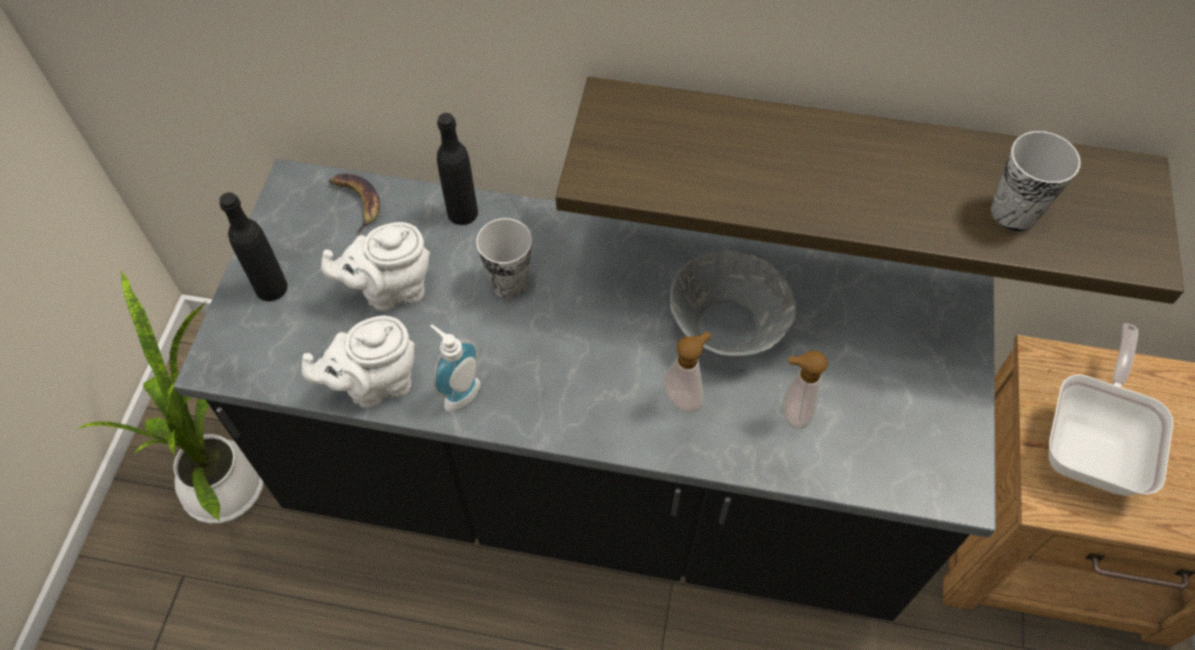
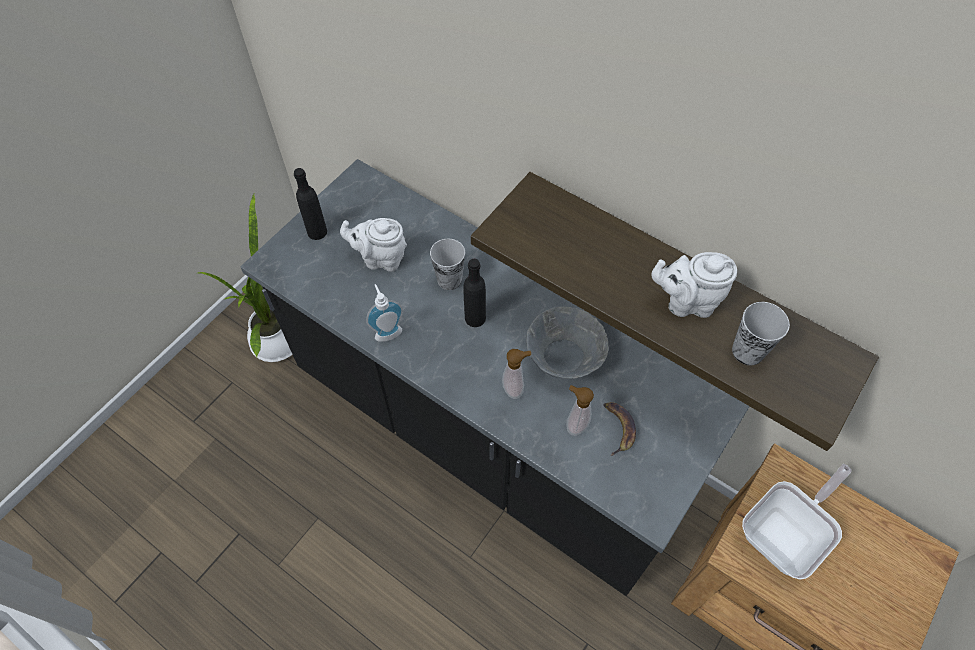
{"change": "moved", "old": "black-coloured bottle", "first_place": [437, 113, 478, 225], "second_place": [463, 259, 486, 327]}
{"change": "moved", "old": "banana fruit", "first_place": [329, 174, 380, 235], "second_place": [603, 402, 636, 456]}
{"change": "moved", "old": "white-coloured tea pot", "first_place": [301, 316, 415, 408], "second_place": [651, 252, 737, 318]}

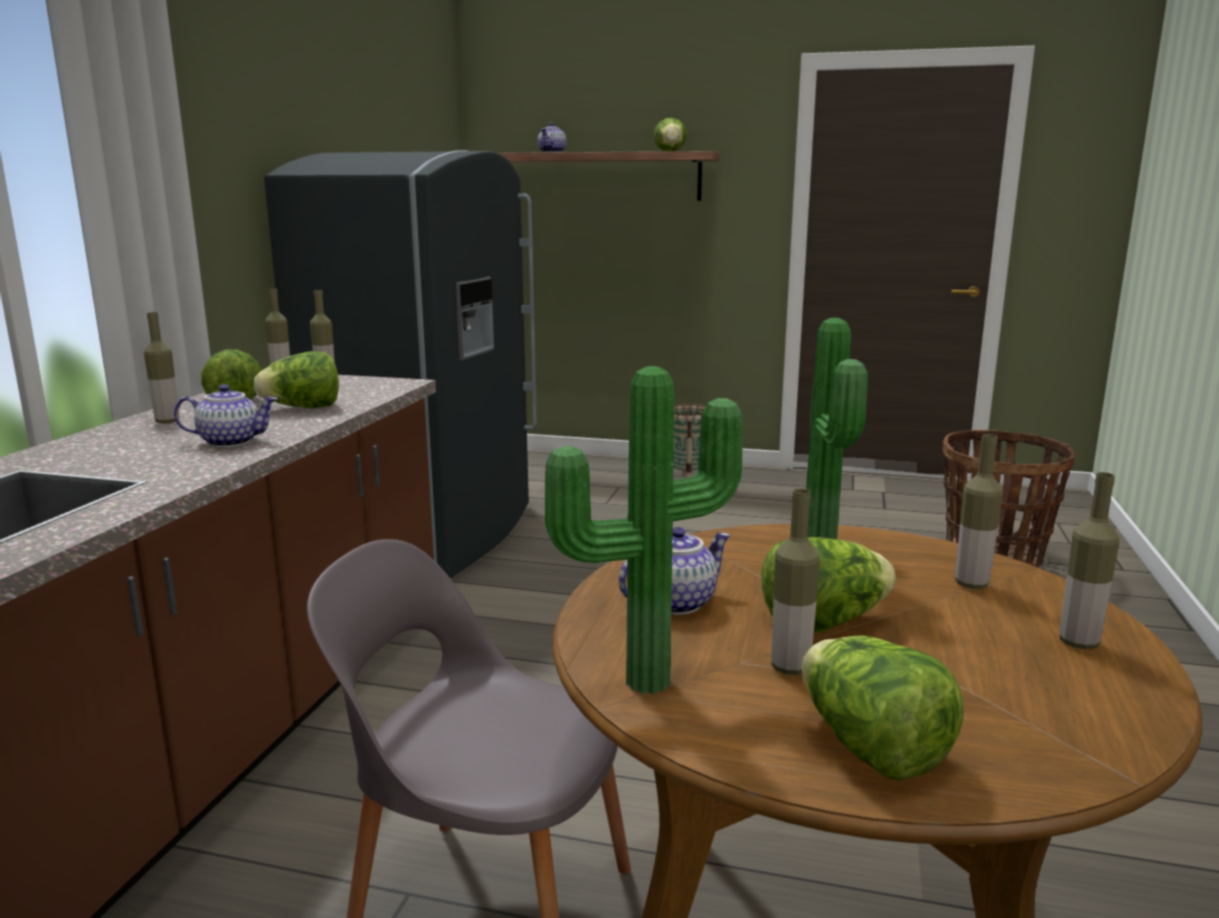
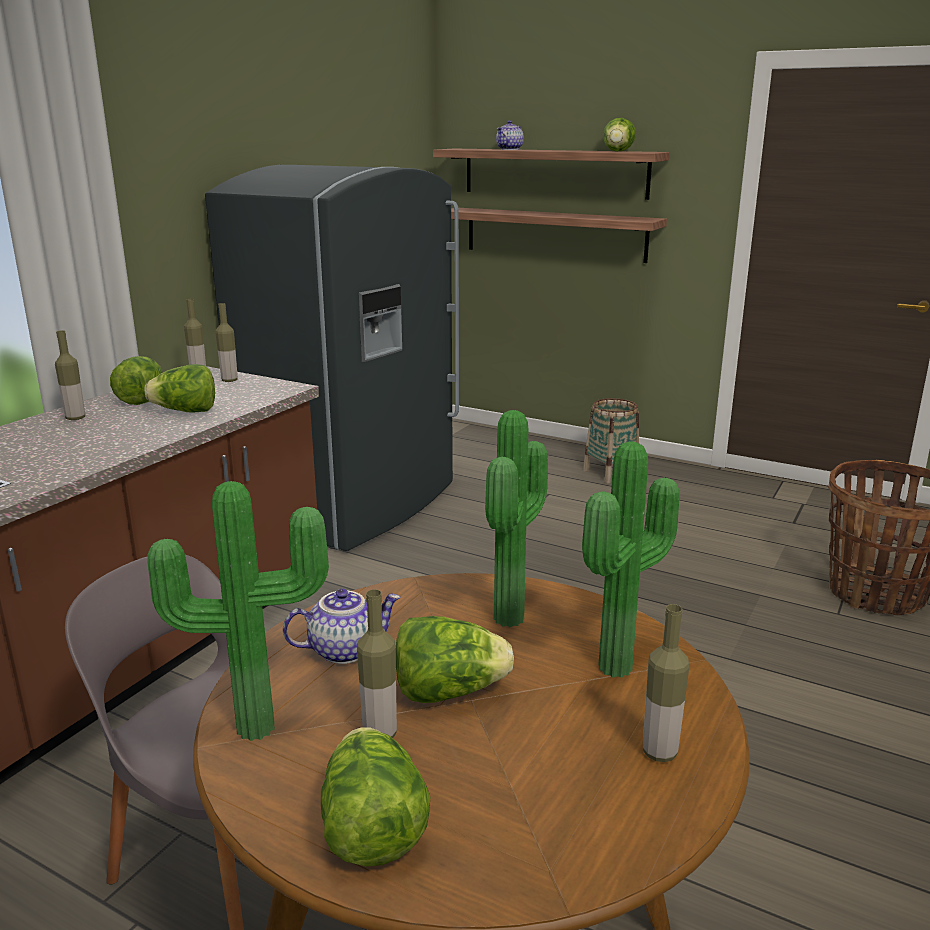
{"change": "removed", "old": "tea pot", "first_place": [174, 384, 278, 447]}
{"change": "replaced", "old": "bottle", "new": "plant in a pot", "first_place": [955, 434, 1003, 589], "second_place": [582, 441, 680, 678]}
{"change": "added", "new": "wall shelf", "second_place": [451, 208, 667, 263]}

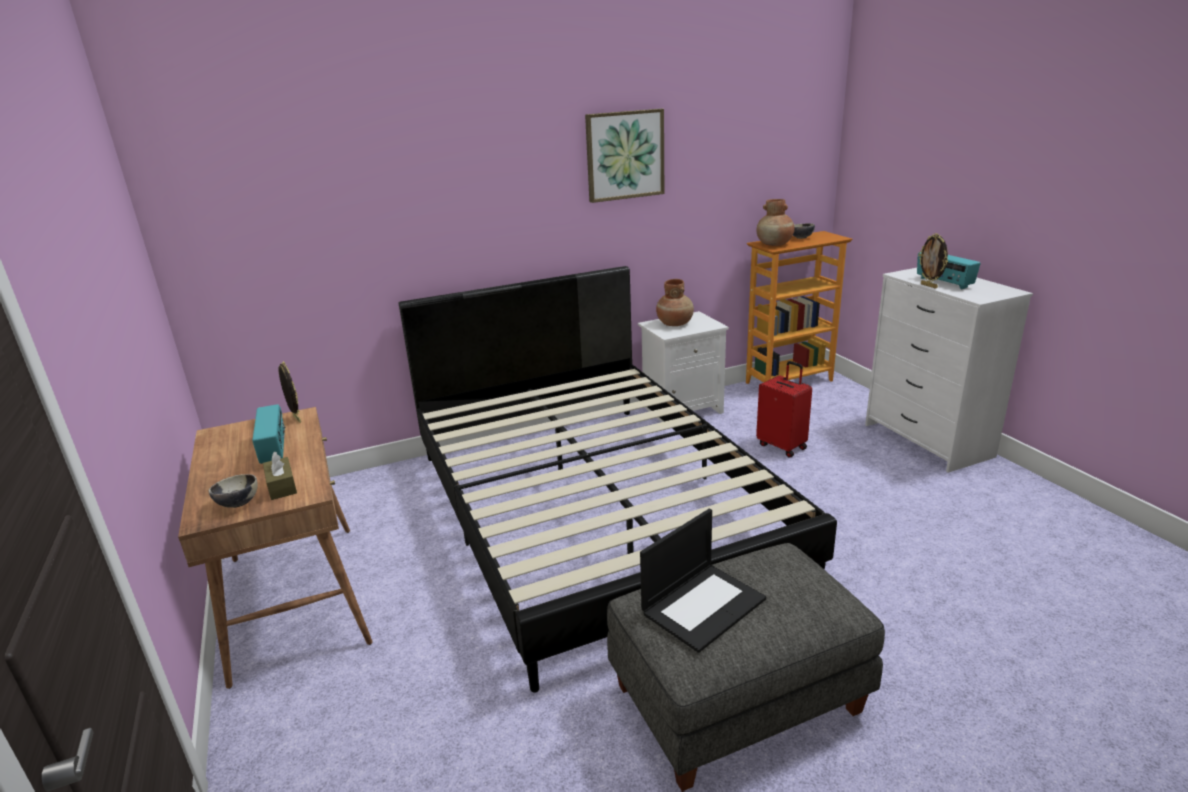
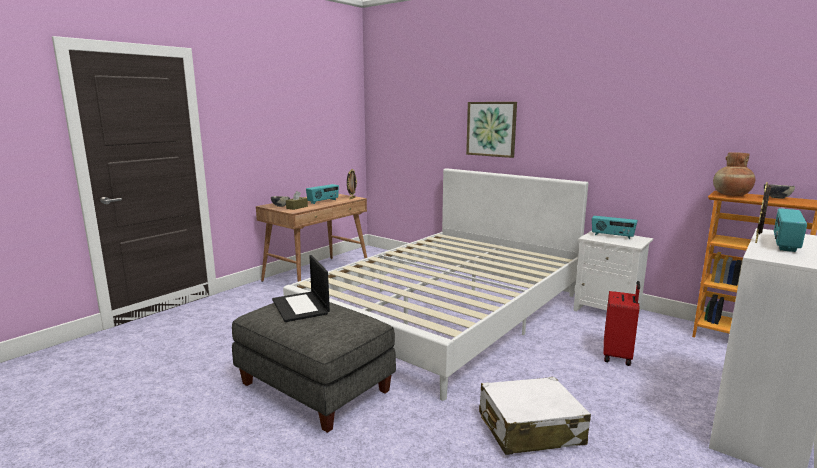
{"change": "moved", "old": "wall art", "first_place": [585, 108, 664, 203], "second_place": [466, 102, 517, 158]}
{"change": "recoloured", "old": "black-coloured bedroom bed", "new": "white-coloured bedroom bed", "first_place": [399, 266, 837, 693], "second_place": [283, 168, 588, 401]}
{"change": "replaced", "old": "brown-coloured flower vase", "new": "radio", "first_place": [656, 279, 694, 326], "second_place": [592, 216, 638, 239]}
{"change": "turned", "old": "notebook computer", "first_place": [640, 509, 766, 653], "second_place": [272, 255, 330, 322], "degrees": 45}
{"change": "added", "new": "white-coloured suitcase", "second_place": [479, 377, 591, 455]}

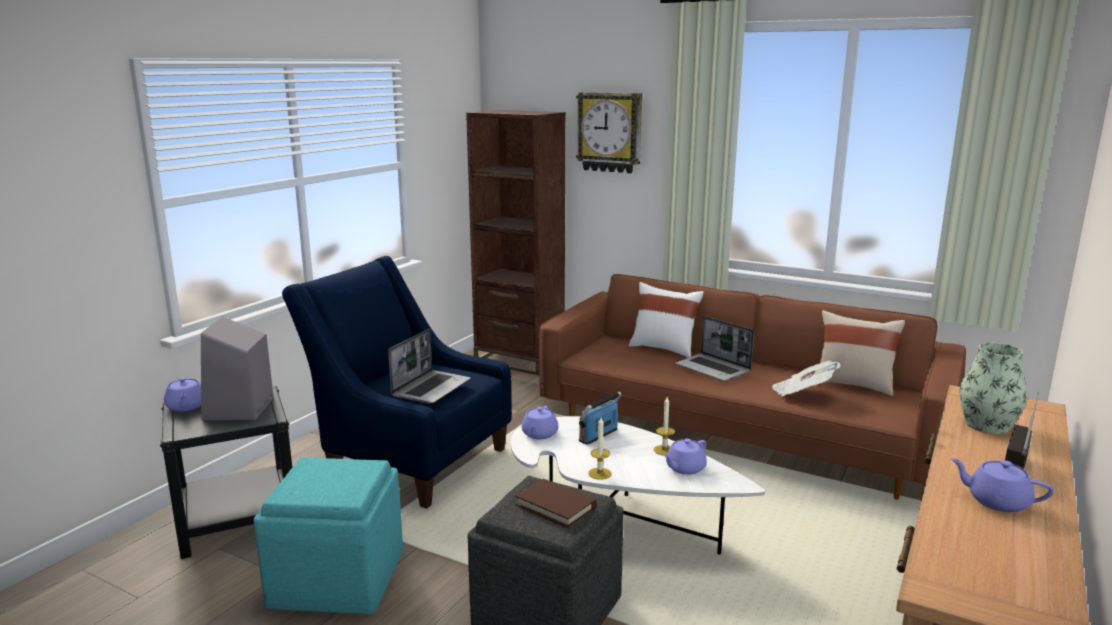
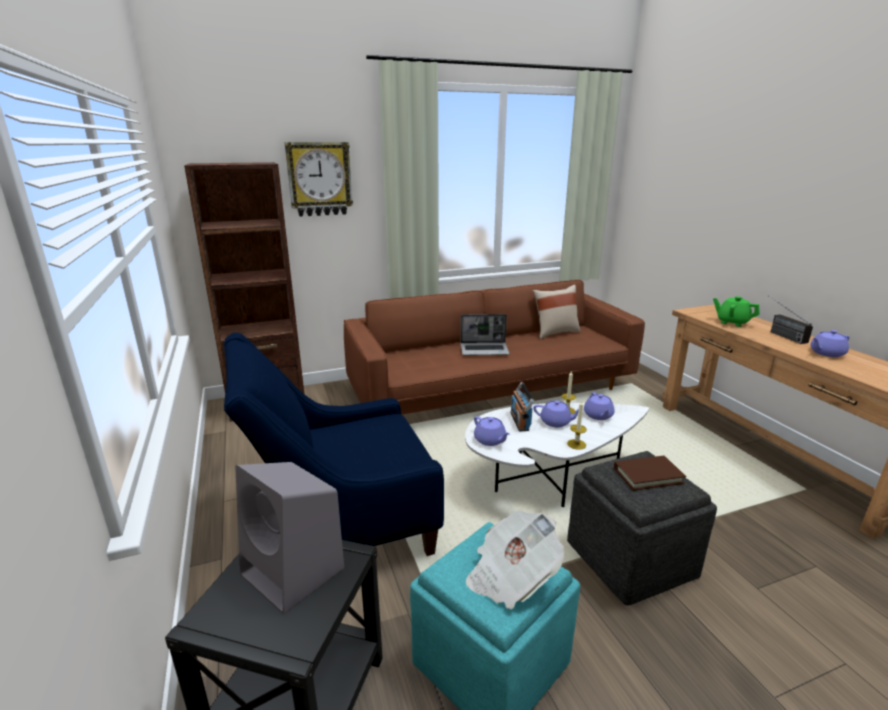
{"change": "removed", "old": "white-coloured cushion", "first_place": [629, 282, 704, 358]}
{"change": "removed", "old": "notebook computer", "first_place": [388, 329, 471, 404]}
{"change": "replaced", "old": "flower vase", "new": "green tea pot", "first_place": [959, 342, 1028, 434], "second_place": [713, 296, 760, 327]}
{"change": "moved", "old": "printed paper", "first_place": [772, 361, 841, 396], "second_place": [466, 510, 564, 609]}
{"change": "moved", "old": "purplish tea pot", "first_place": [164, 377, 201, 411], "second_place": [533, 400, 584, 427]}

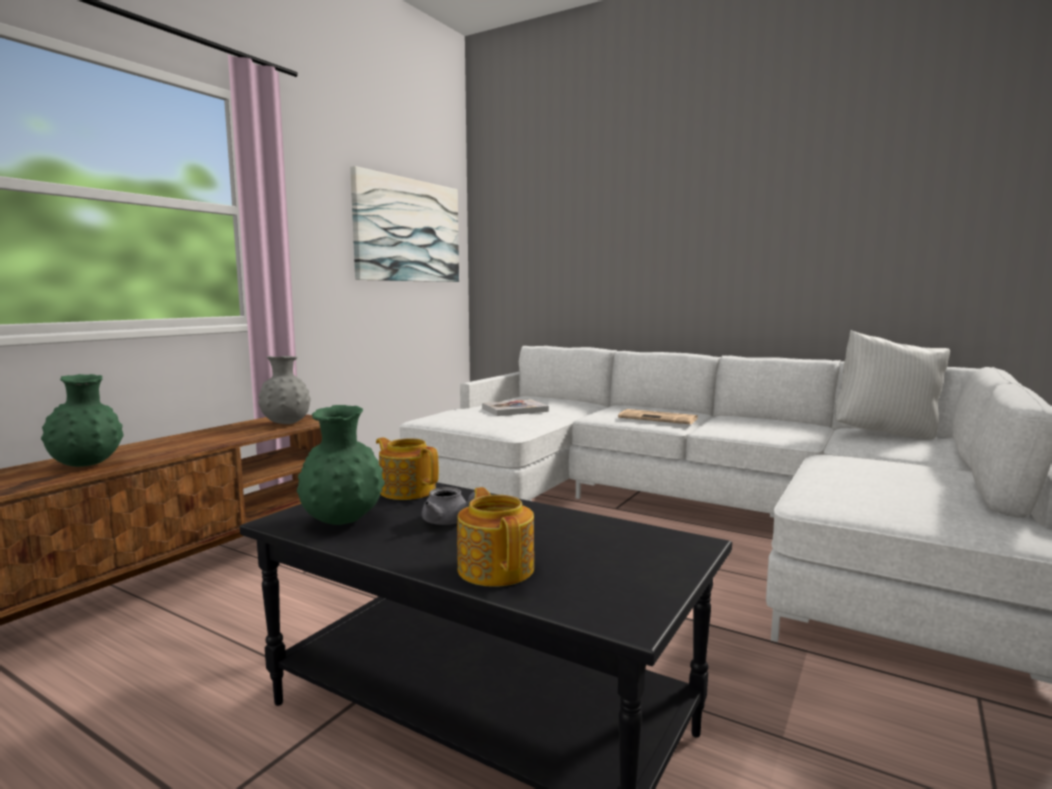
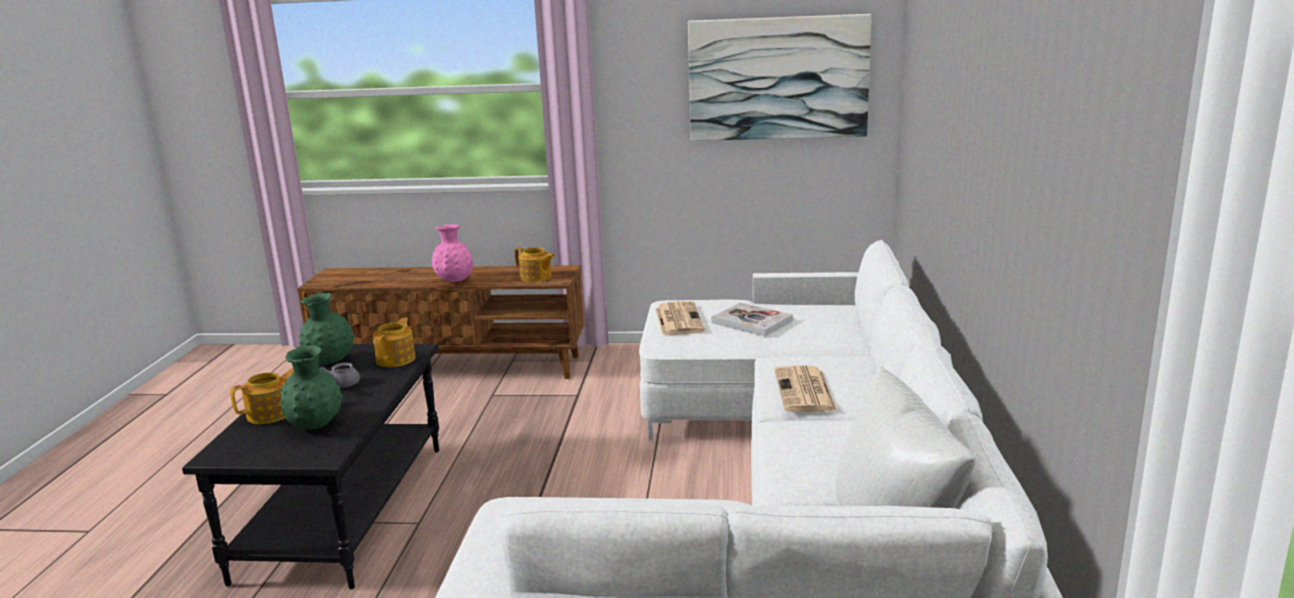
{"change": "replaced", "old": "grey flower vase", "new": "tea pot", "first_place": [258, 356, 311, 424], "second_place": [515, 247, 555, 282]}
{"change": "moved", "old": "green flower vase", "first_place": [41, 374, 124, 467], "second_place": [280, 345, 343, 429]}
{"change": "added", "new": "pinkish flower vase", "second_place": [431, 224, 473, 282]}
{"change": "added", "new": "printed paper", "second_place": [655, 301, 705, 335]}

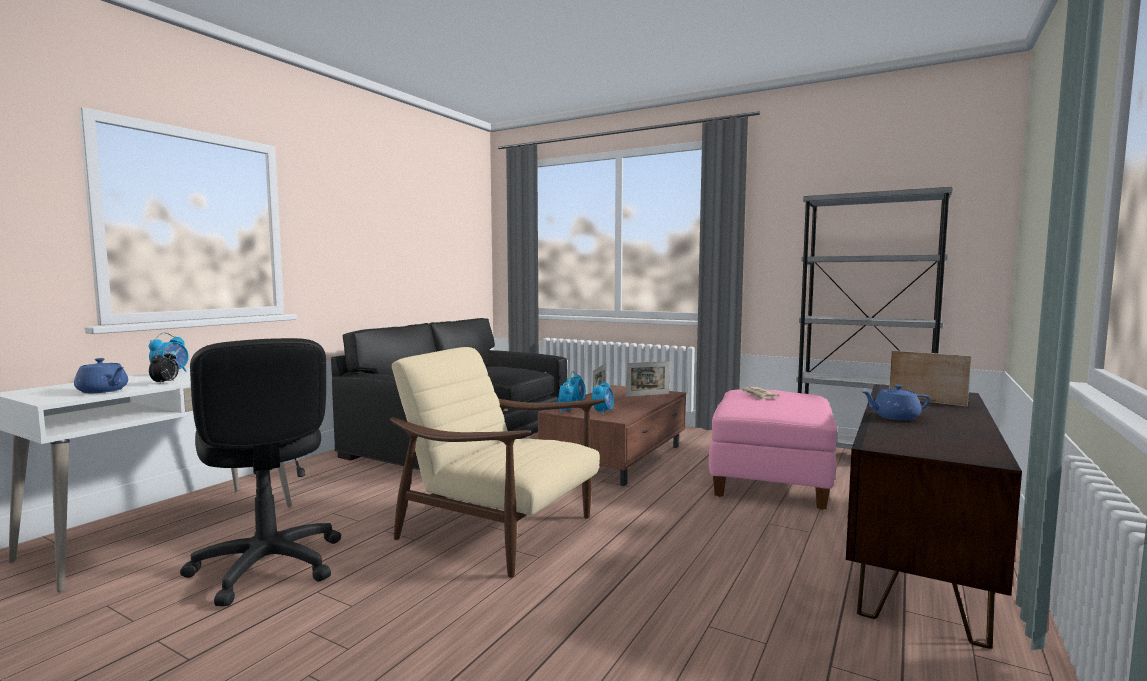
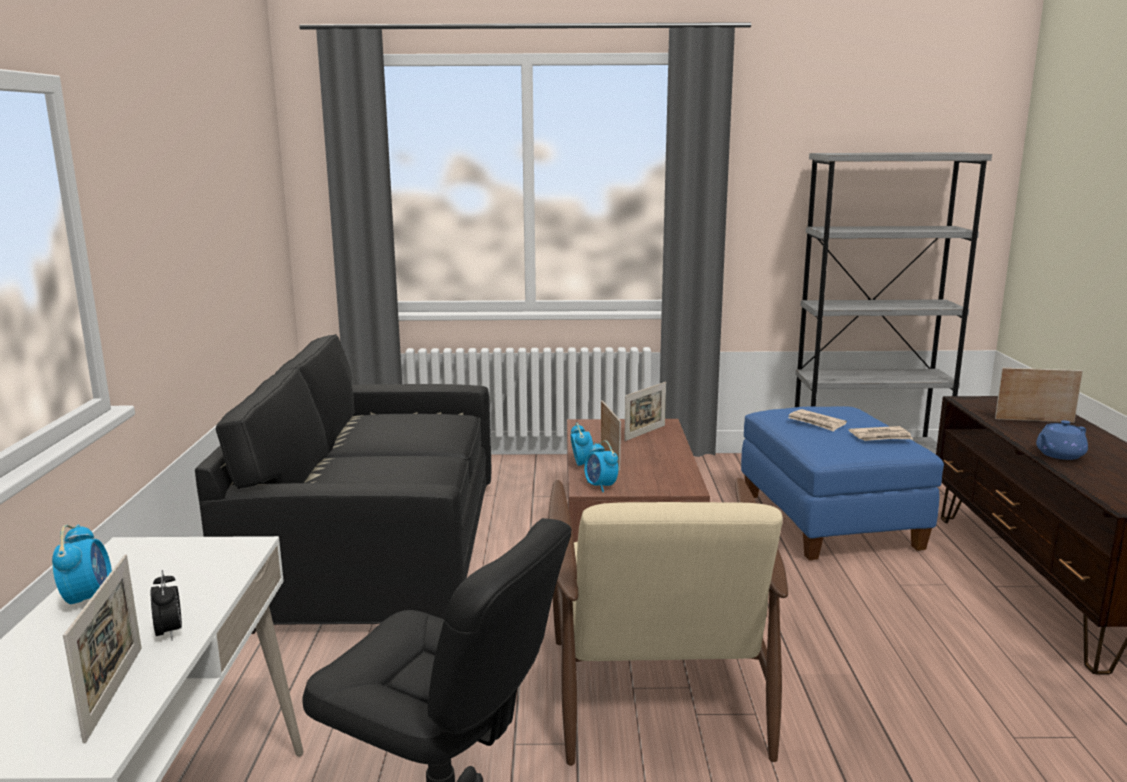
{"change": "turned", "old": "beige armchair", "first_place": [390, 347, 606, 578], "second_place": [548, 478, 788, 766], "degrees": -90}
{"change": "replaced", "old": "blue tea pot", "new": "standing frame", "first_place": [74, 358, 128, 393], "second_place": [63, 554, 142, 743]}
{"change": "removed", "old": "bedside clock", "first_place": [592, 379, 614, 415]}
{"change": "recoloured", "old": "pinkish ottoman", "new": "blue ottoman", "first_place": [709, 389, 837, 510], "second_place": [741, 406, 944, 560]}
{"change": "added", "new": "printed paper", "second_place": [849, 426, 913, 441]}

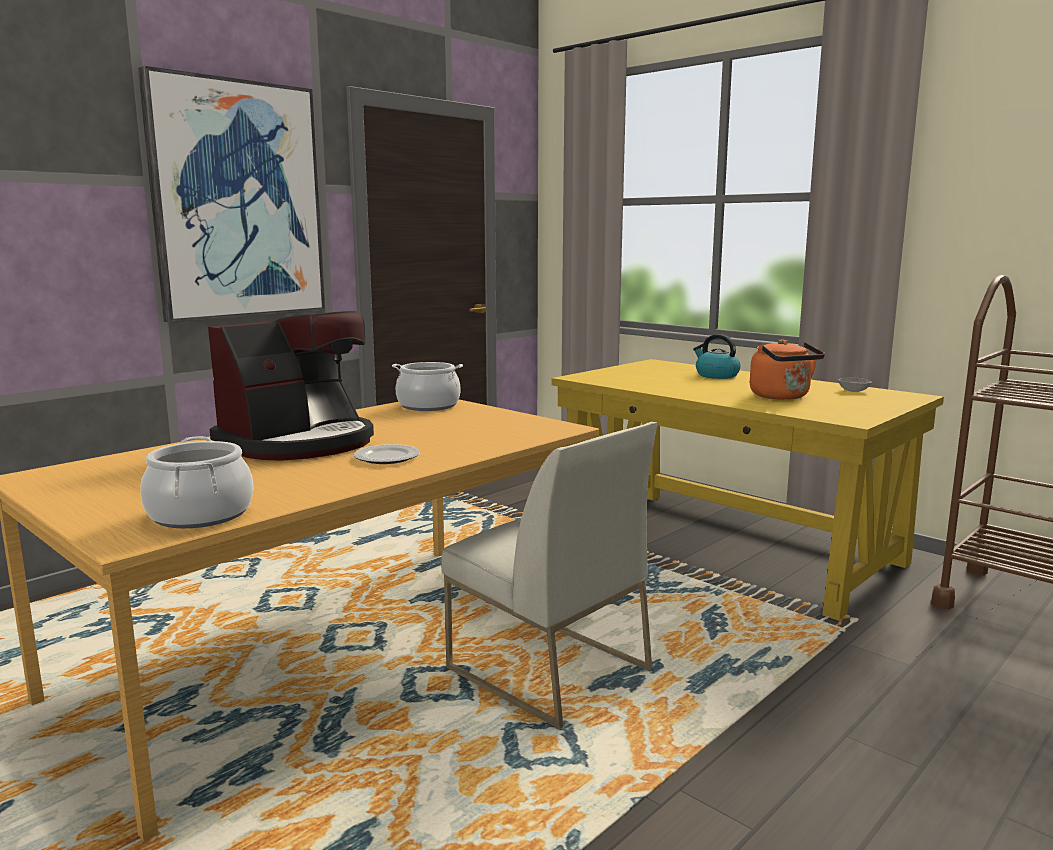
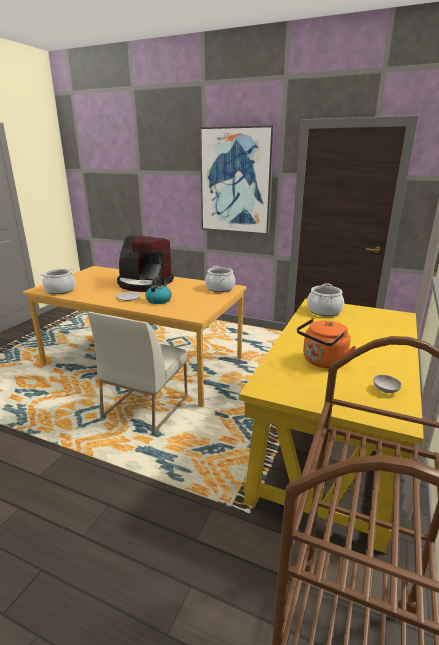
{"change": "moved", "old": "tea kettle", "first_place": [693, 334, 741, 379], "second_place": [145, 276, 172, 304]}
{"change": "added", "new": "cooking pot", "second_place": [307, 283, 344, 316]}

